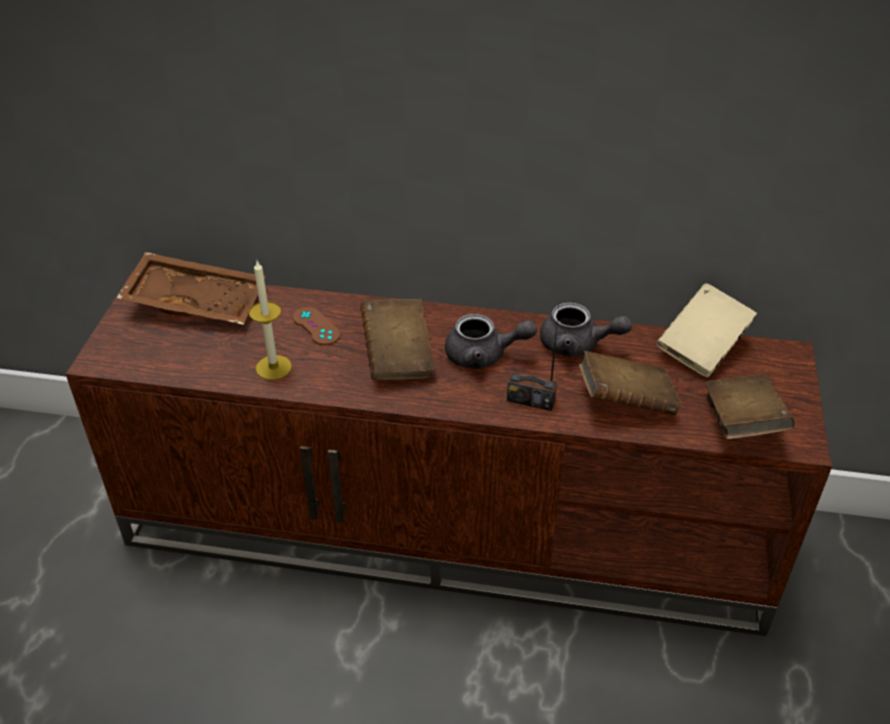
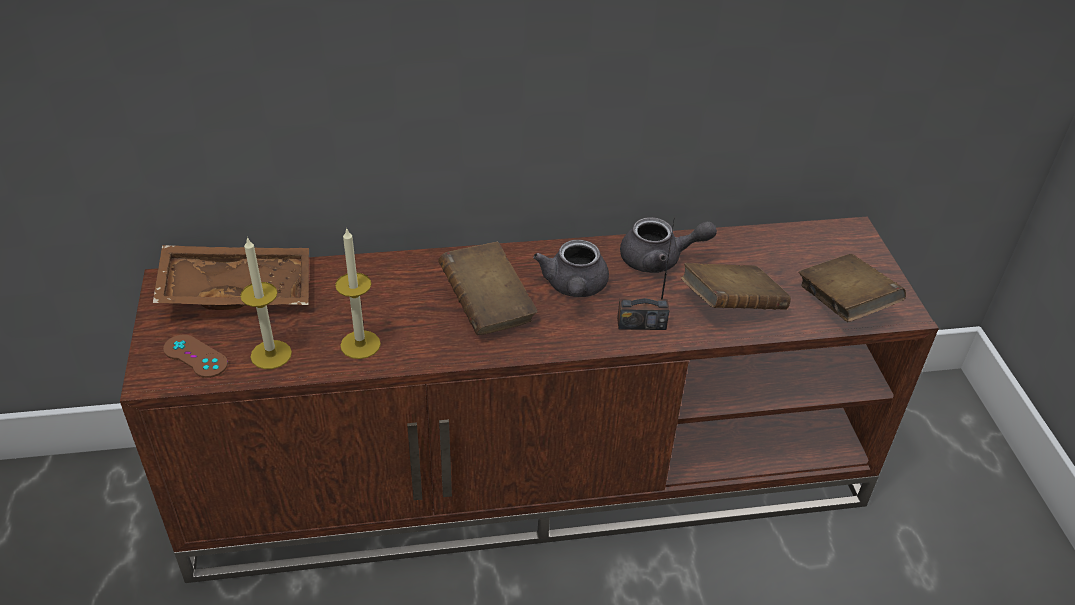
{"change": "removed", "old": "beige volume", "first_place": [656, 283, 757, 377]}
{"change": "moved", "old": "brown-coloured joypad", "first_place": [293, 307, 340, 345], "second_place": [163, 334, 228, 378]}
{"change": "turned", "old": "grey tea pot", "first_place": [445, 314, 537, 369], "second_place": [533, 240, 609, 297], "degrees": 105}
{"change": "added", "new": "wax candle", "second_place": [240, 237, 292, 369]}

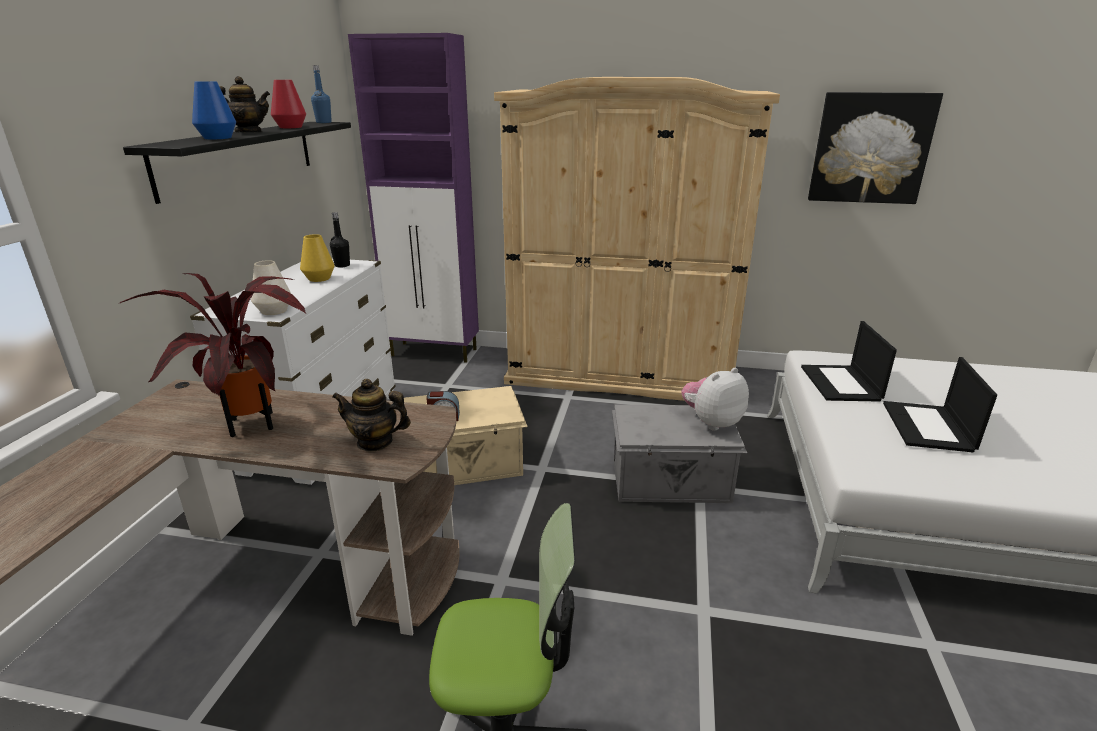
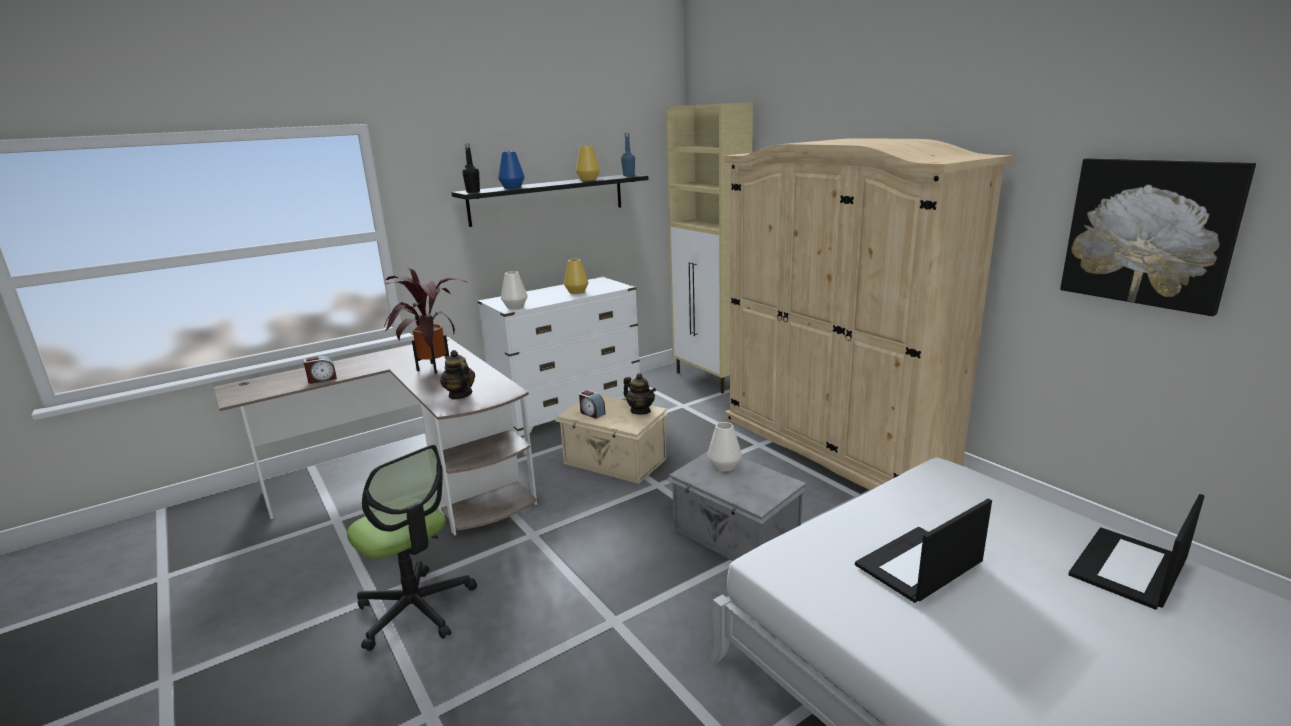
{"change": "recoloured", "old": "purplish storage cabinet", "new": "beige storage cabinet", "first_place": [348, 33, 479, 363], "second_place": [666, 102, 753, 394]}
{"change": "moved", "old": "tea pot", "first_place": [219, 76, 270, 132], "second_place": [624, 373, 656, 415]}
{"change": "recoloured", "old": "reddish flower vase", "new": "yellowish flower vase", "first_place": [271, 80, 306, 128], "second_place": [576, 146, 600, 181]}
{"change": "moved", "old": "black-coloured bottle", "first_place": [330, 212, 350, 268], "second_place": [462, 143, 480, 193]}
{"change": "moved", "old": "notebook computer", "first_place": [801, 321, 897, 402], "second_place": [1068, 494, 1204, 610]}
{"change": "removed", "old": "soft toy", "first_place": [681, 368, 749, 431]}
{"change": "added", "new": "bedside clock", "second_place": [303, 356, 337, 384]}
{"change": "added", "new": "white-coloured flower vase", "second_place": [707, 422, 742, 471]}

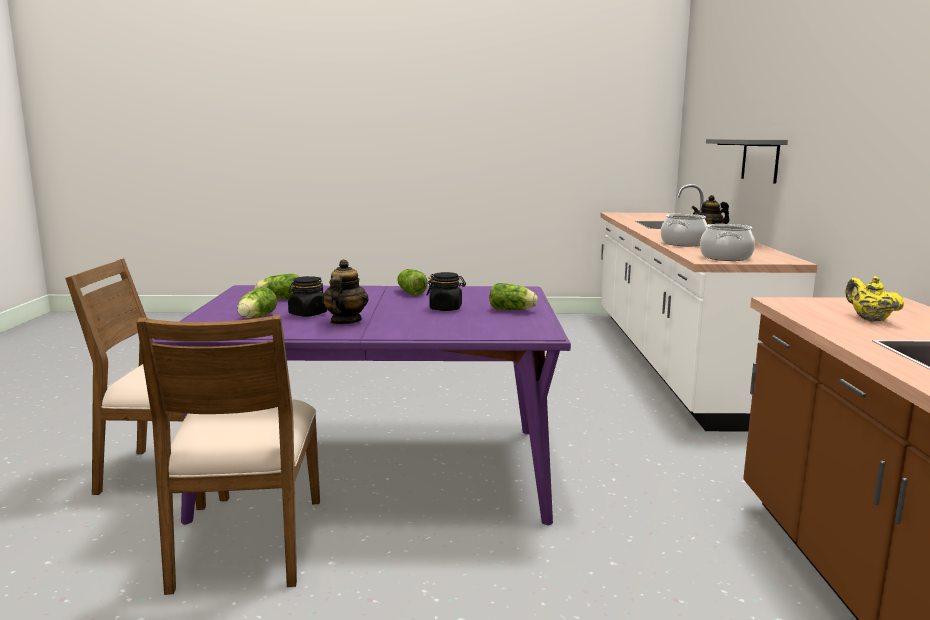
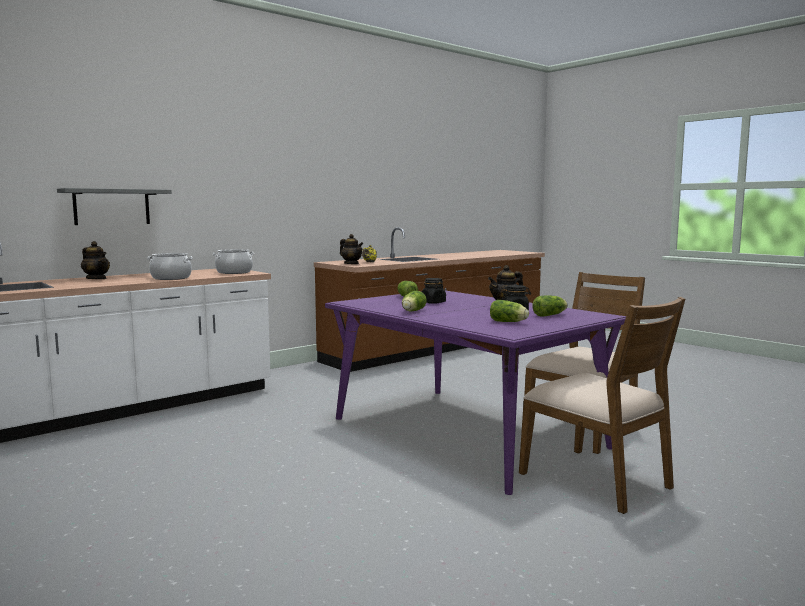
{"change": "added", "new": "tea pot", "second_place": [340, 234, 363, 264]}

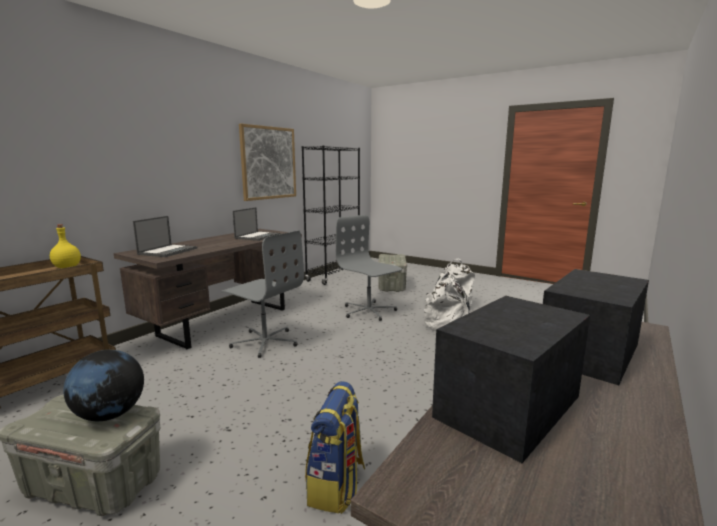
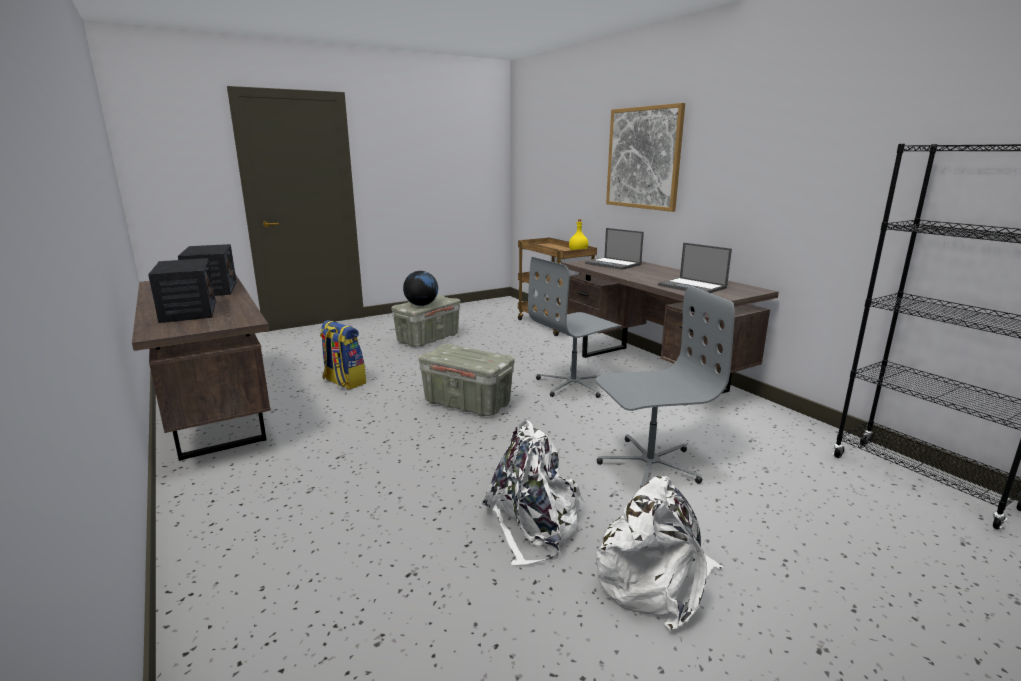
{"change": "moved", "old": "wall art", "first_place": [239, 124, 296, 201], "second_place": [606, 103, 685, 212]}
{"change": "moved", "old": "grey storage box", "first_place": [378, 254, 407, 292], "second_place": [418, 344, 514, 417]}

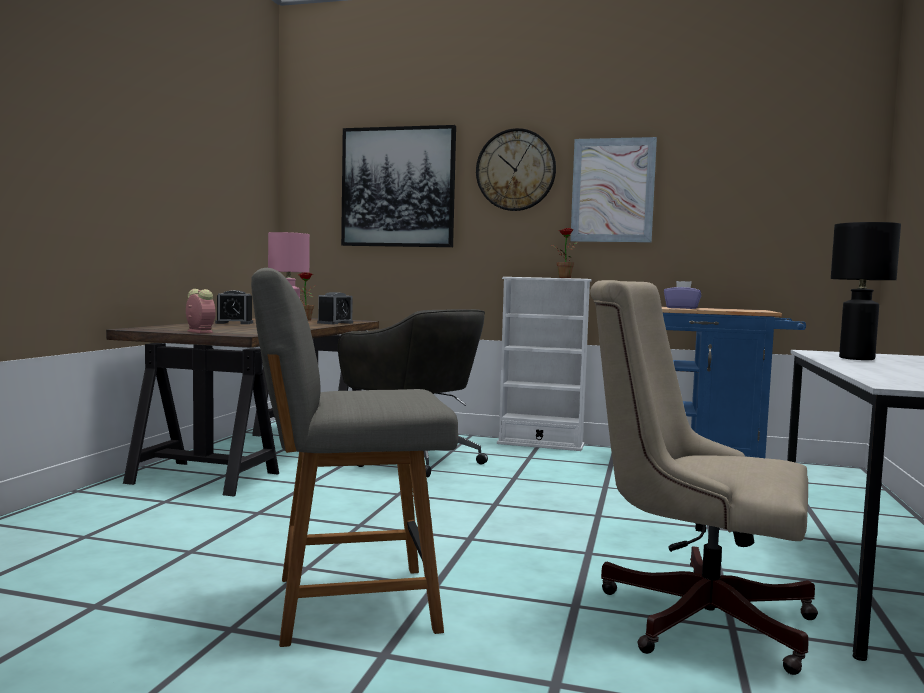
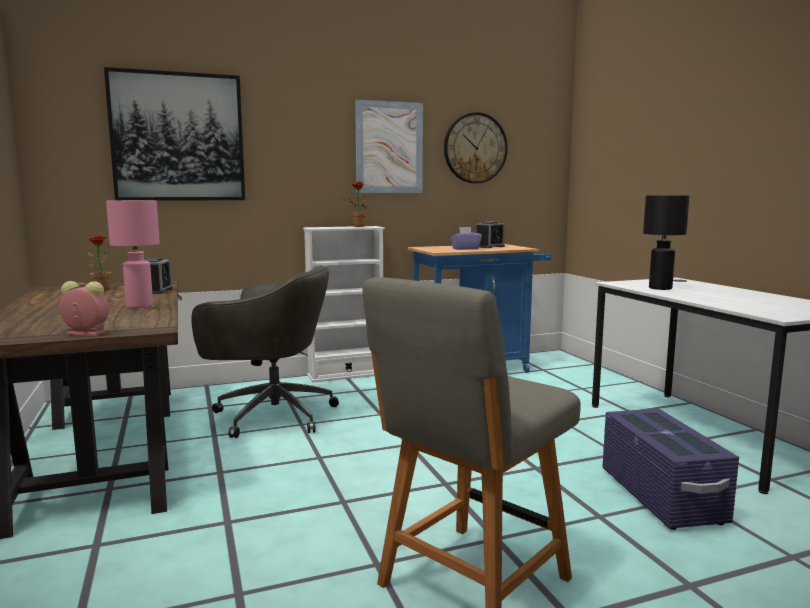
{"change": "moved", "old": "clock on the wall", "first_place": [476, 128, 556, 211], "second_place": [444, 112, 508, 183]}
{"change": "replaced", "old": "beige office chair", "new": "purplish storage box", "first_place": [590, 280, 818, 675], "second_place": [602, 409, 739, 530]}
{"change": "moved", "old": "bedside clock", "first_place": [215, 290, 253, 324], "second_place": [476, 221, 505, 248]}

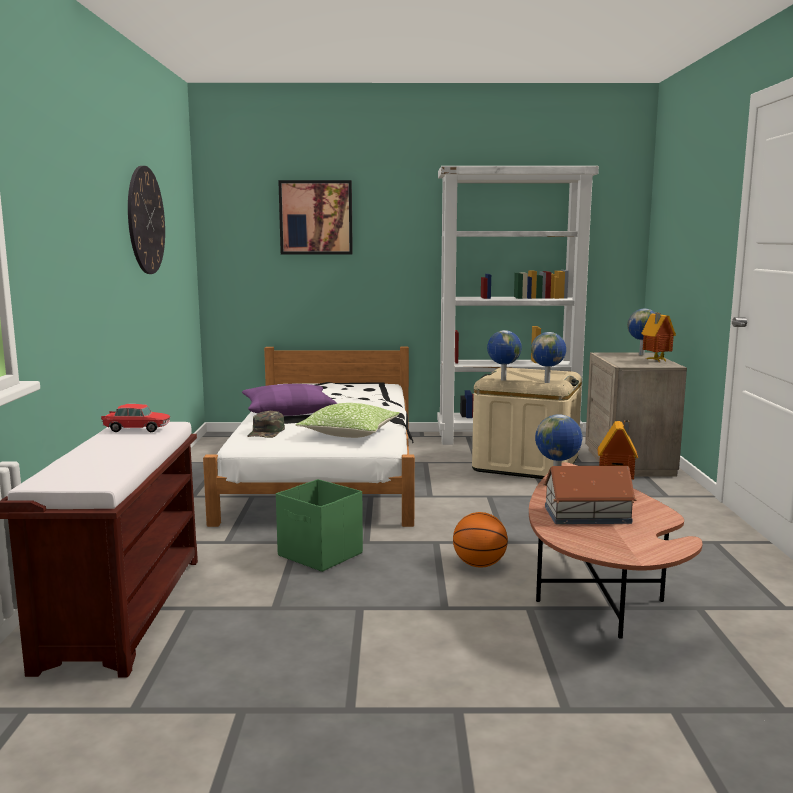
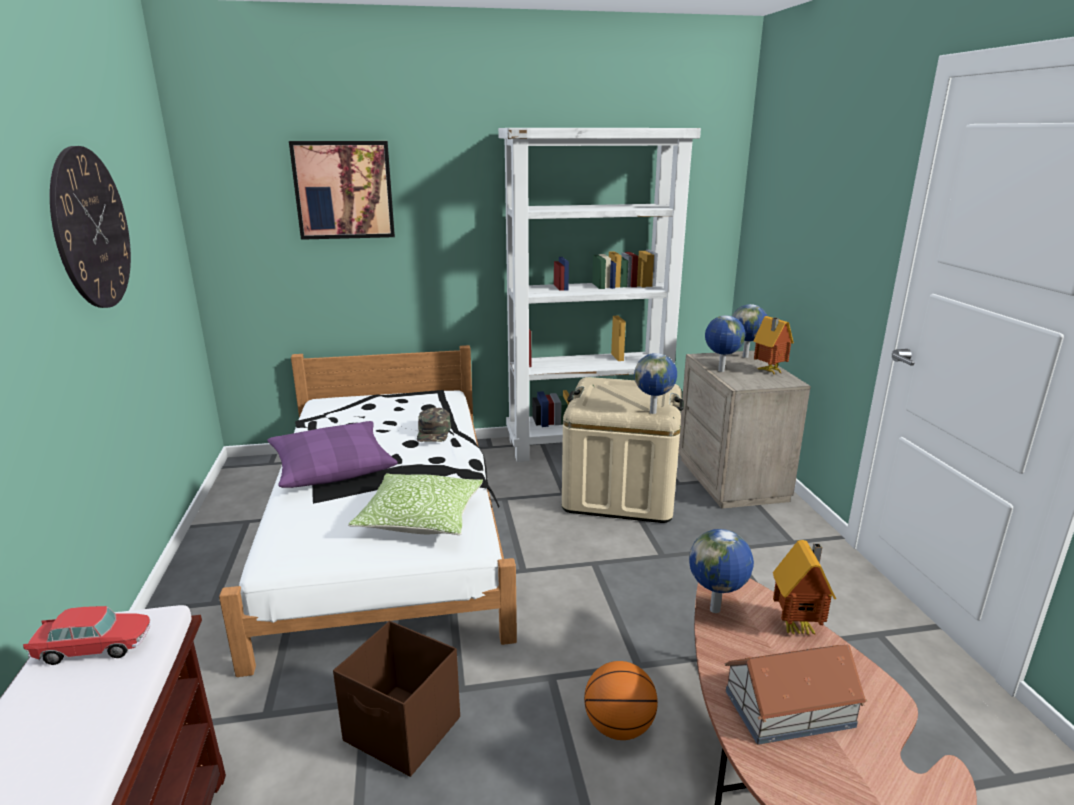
{"change": "moved", "old": "world globe", "first_place": [487, 330, 522, 381], "second_place": [705, 315, 745, 372]}
{"change": "moved", "old": "green baseball cap", "first_place": [247, 411, 285, 438], "second_place": [417, 407, 451, 442]}
{"change": "recoloured", "old": "green storage box", "new": "brown-coloured storage box", "first_place": [276, 479, 363, 572], "second_place": [333, 621, 460, 777]}

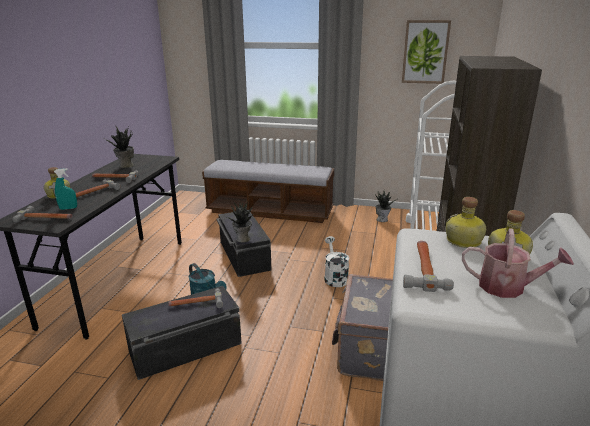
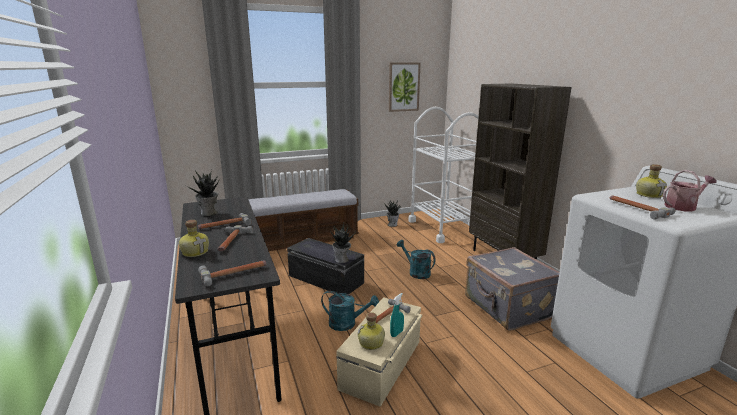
{"change": "moved", "old": "turquoise-coloured hand sprayer", "first_place": [54, 168, 77, 210], "second_place": [390, 293, 404, 337]}
{"change": "moved", "old": "bottle", "first_place": [446, 197, 486, 248], "second_place": [358, 312, 385, 350]}
{"change": "recoloured", "old": "white-coloured watering pot", "new": "turquoise-coloured watering pot", "first_place": [324, 236, 349, 287], "second_place": [397, 240, 436, 279]}
{"change": "recoloured", "old": "black-coloured storage box", "new": "beige storage box", "first_place": [122, 286, 242, 380], "second_place": [336, 297, 422, 407]}

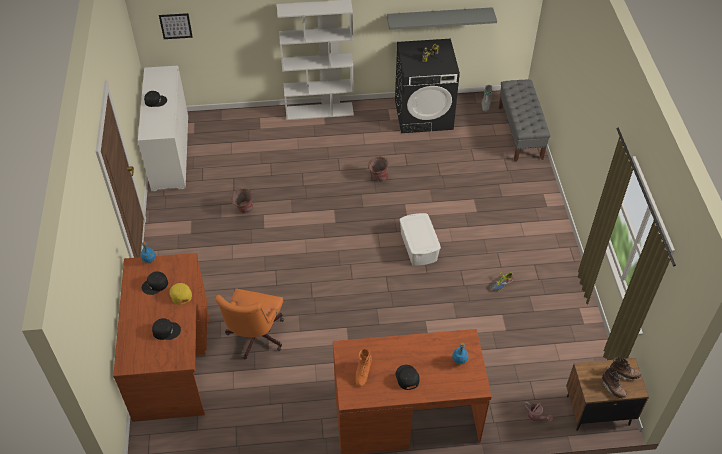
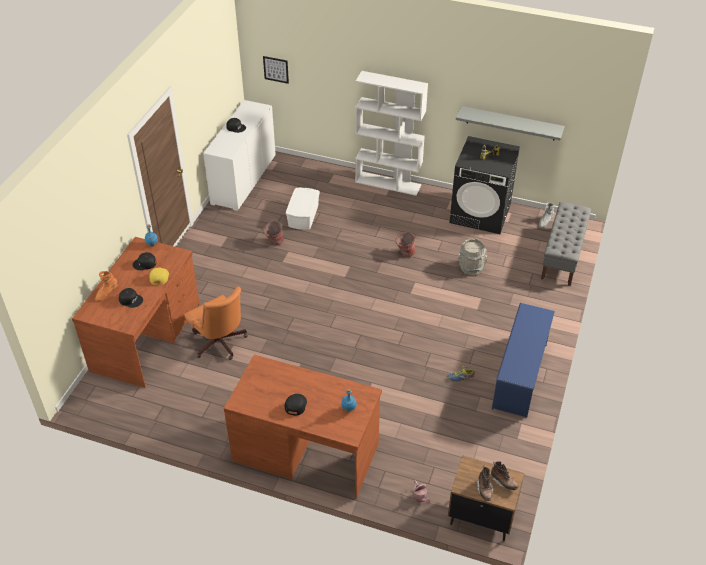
{"change": "moved", "old": "white-coloured storage box", "first_place": [400, 213, 441, 266], "second_place": [286, 188, 320, 230]}
{"change": "turned", "old": "orange office chair", "first_place": [215, 288, 284, 359], "second_place": [184, 286, 248, 360], "degrees": -75}
{"change": "moved", "old": "orange tall boot", "first_place": [356, 349, 372, 387], "second_place": [95, 271, 117, 302]}
{"change": "added", "new": "grey pail", "second_place": [458, 238, 487, 275]}
{"change": "added", "new": "blue shoe stand", "second_place": [492, 303, 555, 417]}

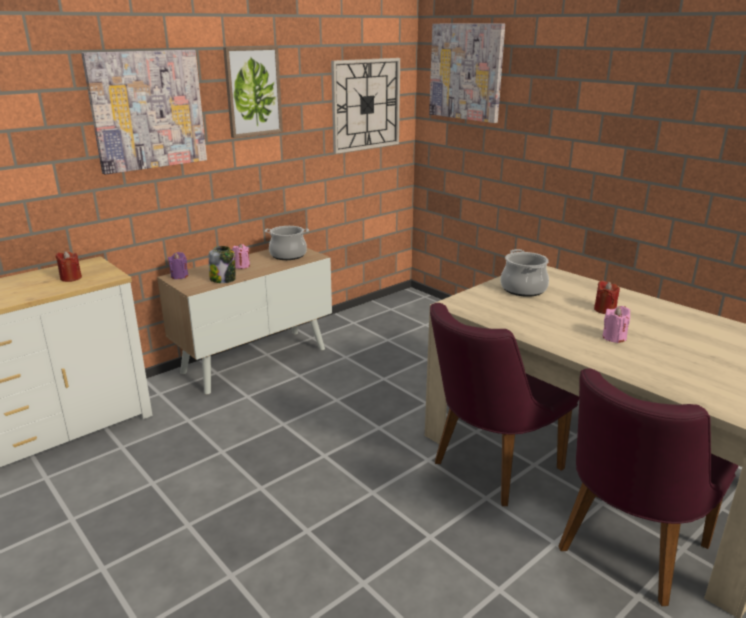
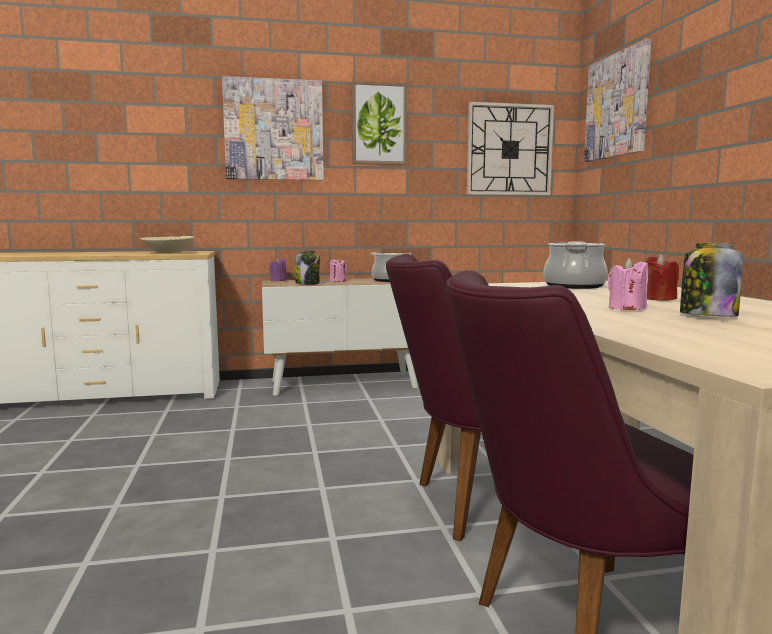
{"change": "replaced", "old": "reddish wax candle", "new": "beige bowl", "first_place": [56, 251, 82, 282], "second_place": [140, 236, 195, 253]}
{"change": "added", "new": "jar", "second_place": [680, 243, 743, 317]}

